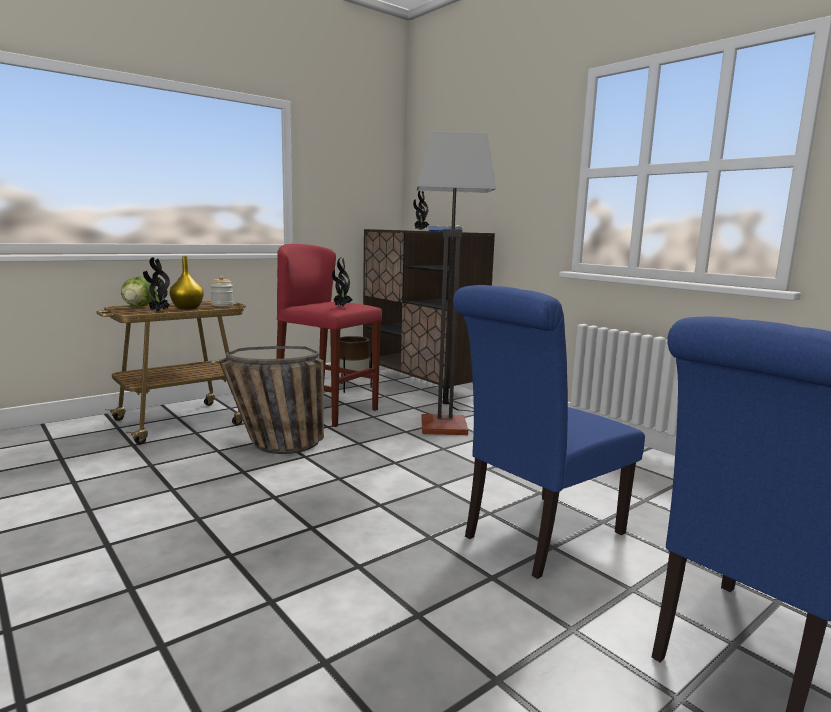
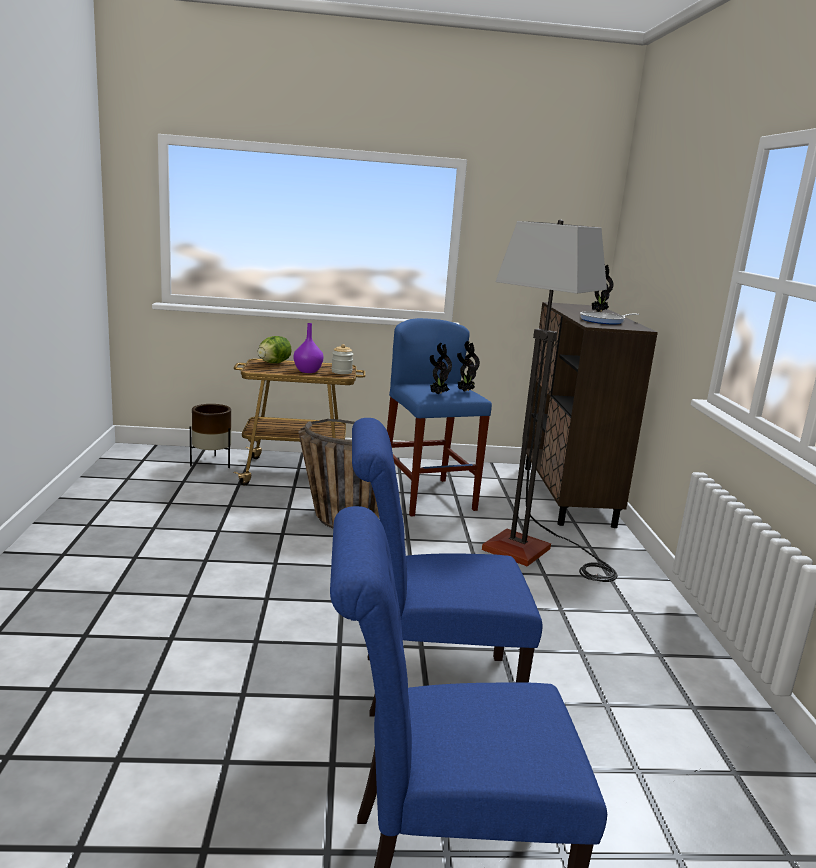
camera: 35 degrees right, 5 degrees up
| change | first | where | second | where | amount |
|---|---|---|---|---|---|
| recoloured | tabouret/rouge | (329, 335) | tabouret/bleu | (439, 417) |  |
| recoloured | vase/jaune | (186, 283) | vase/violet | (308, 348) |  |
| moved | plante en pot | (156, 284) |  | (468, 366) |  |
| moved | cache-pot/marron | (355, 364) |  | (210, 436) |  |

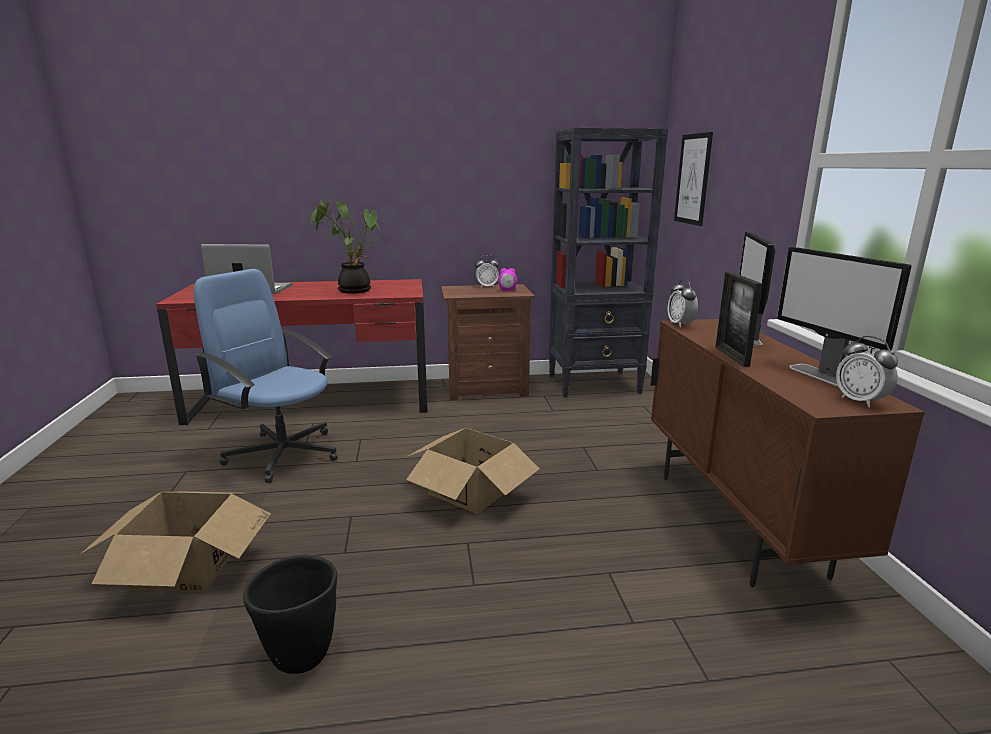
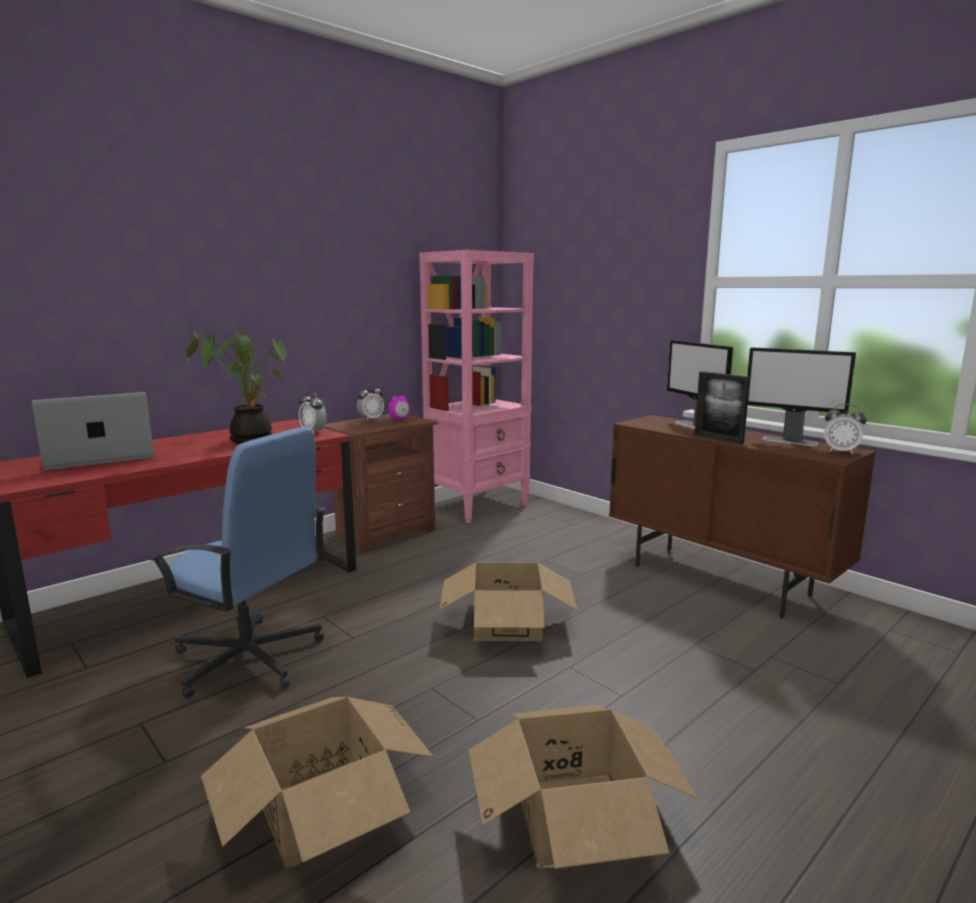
camera: 35 degrees left, 5 degrees down
| change | first | where | second | where | amount |
|---|---|---|---|---|---|
| recoloured | bibliothèque/noir | (608, 263) | bibliothèque/rose | (476, 386) |  |
| removed | tableau | (693, 179) |  |  |  |
| turned | chaise de bureau/bleu | (266, 376) |  | (237, 563) | 150 degrees counterclockwise |
| moved | réveil | (682, 303) |  | (313, 412) |  |
| replaced | cache-pot/noir | (290, 614) | carton | (584, 787) |  |

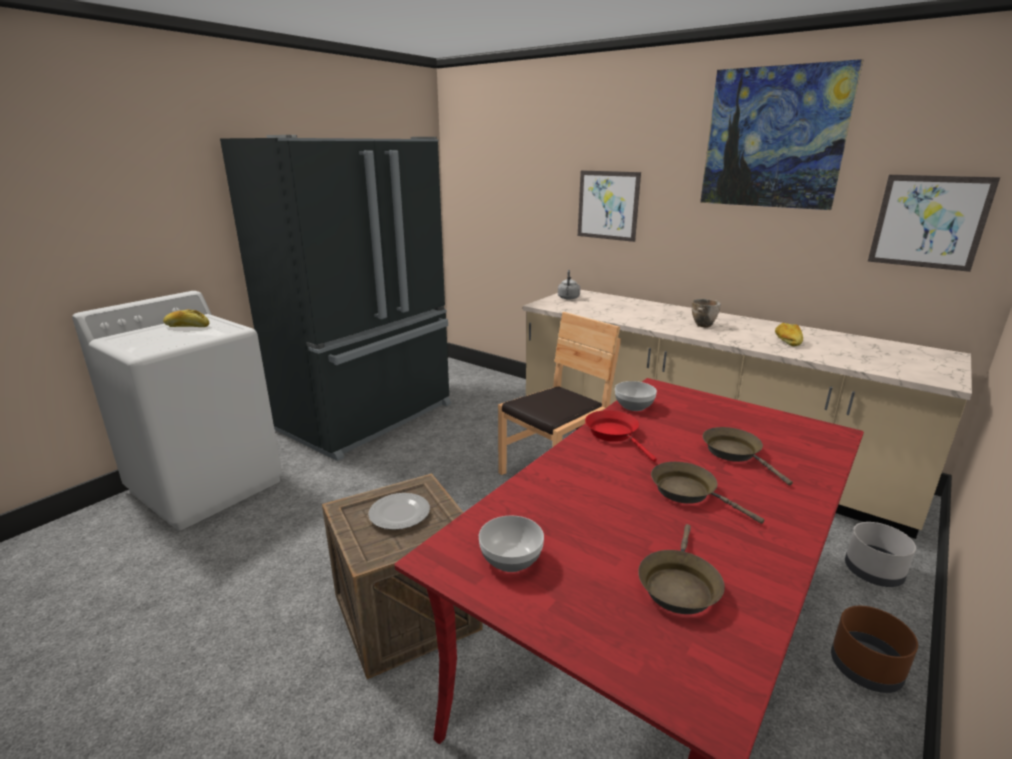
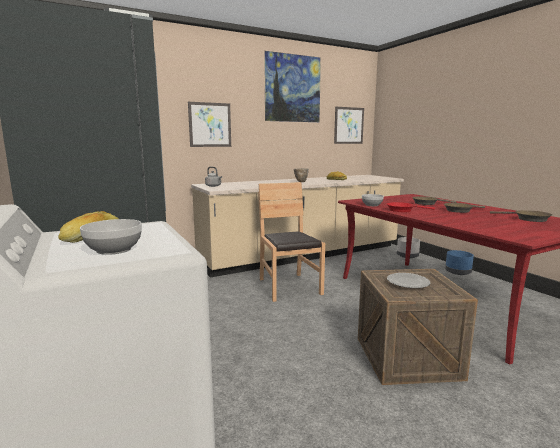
camera: 65 degrees left, 10 degrees down
| change | first | where | second | where | amount |
|---|---|---|---|---|---|
| moved | bol | (511, 543) |  | (111, 237) |  |
| recoloured | cache-pot/marron | (874, 649) | cache-pot/bleu | (459, 262) |  |

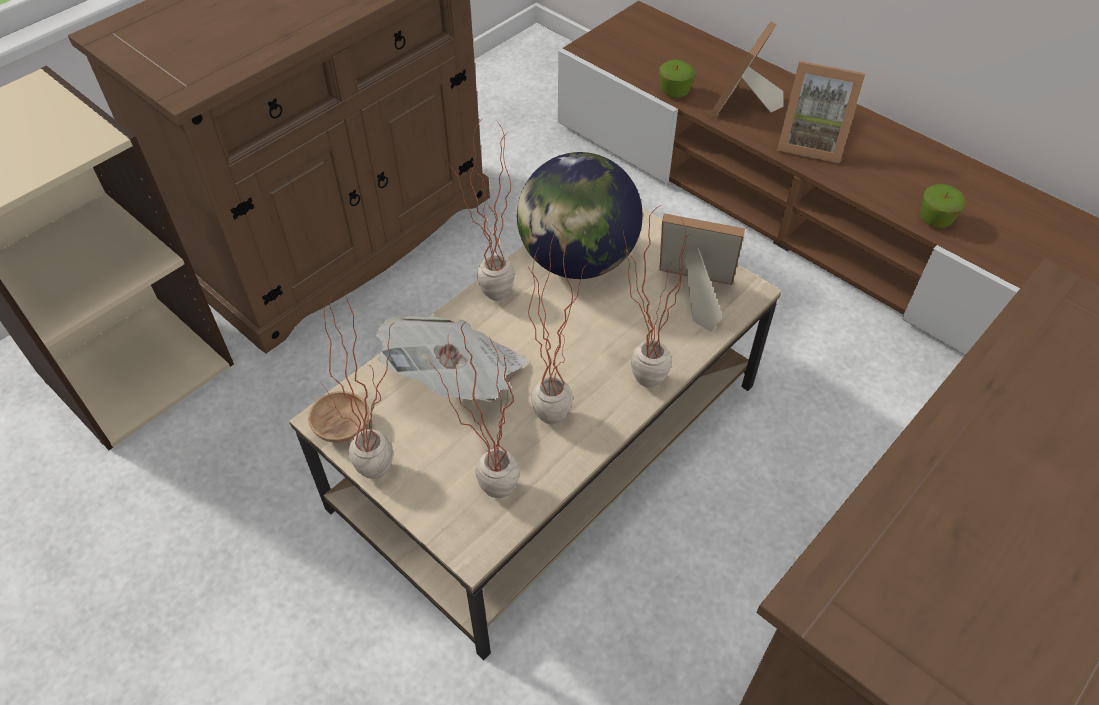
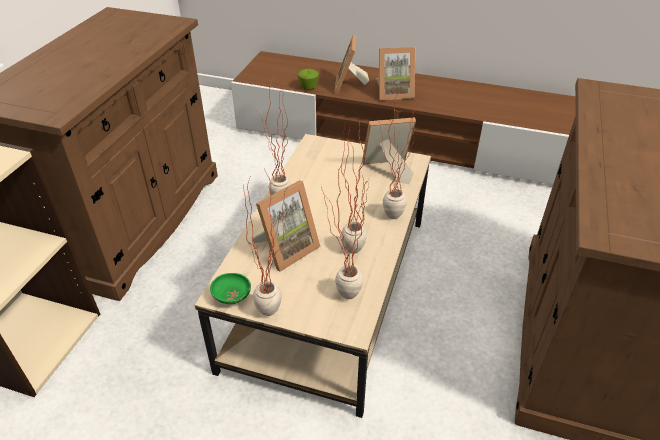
camera: 25 degrees left, 10 degrees down
| change | first | where | second | where | amount |
|---|---|---|---|---|---|
| removed | globe | (580, 215) |  |  |  |
| removed | pomme | (942, 206) |  |  |  |
| replaced | journal | (452, 359) | cadre photo | (287, 226) |  |
| recoloured | bol/marron | (338, 417) | bol/vert | (230, 288) |  |

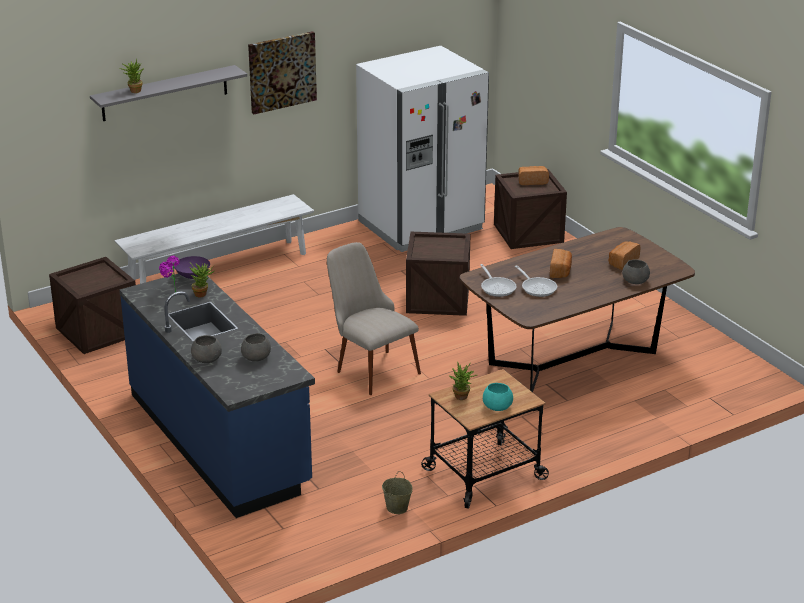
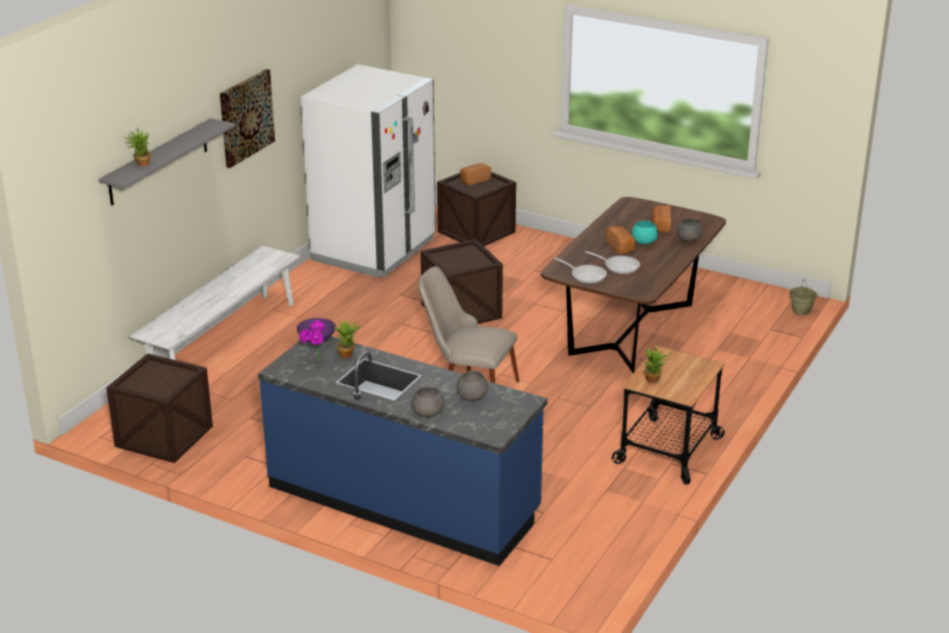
camera: 30 degrees left, 0 degrees up
| change | first | where | second | where | amount |
|---|---|---|---|---|---|
| moved | bol/turquoise | (498, 397) |  | (645, 232) |  |
| moved | seau/beige | (397, 492) |  | (804, 297) |  |

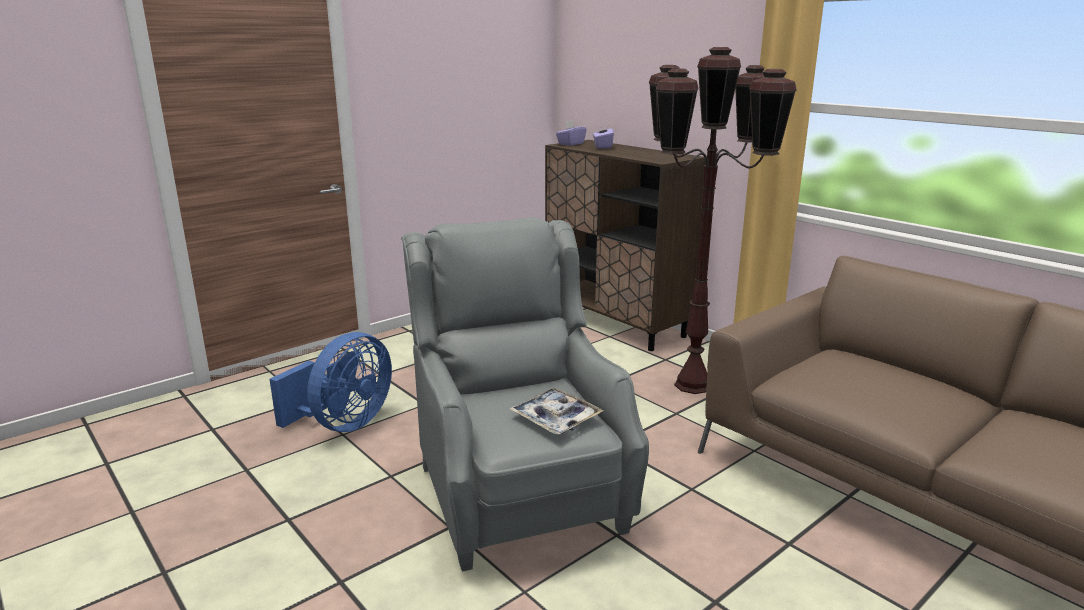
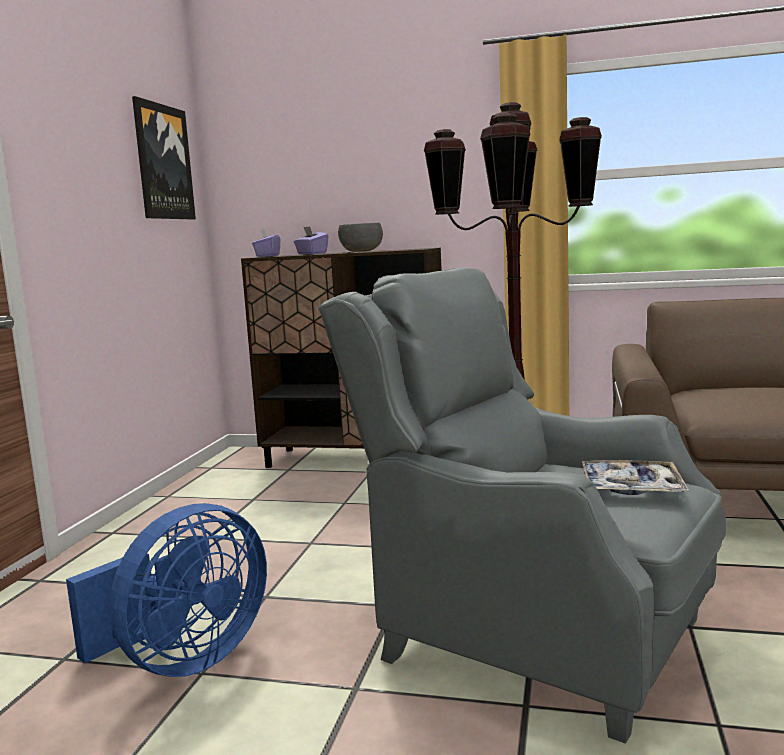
camera: 35 degrees left, 10 degrees down
| change | first | where | second | where | amount |
|---|---|---|---|---|---|
| turned | ventilateur/bleu | (331, 382) |  | (166, 590) | 45 degrees clockwise |
| added |  |  | tableau | (164, 158) |  |
| added |  |  | bol/gris | (360, 237) |  |

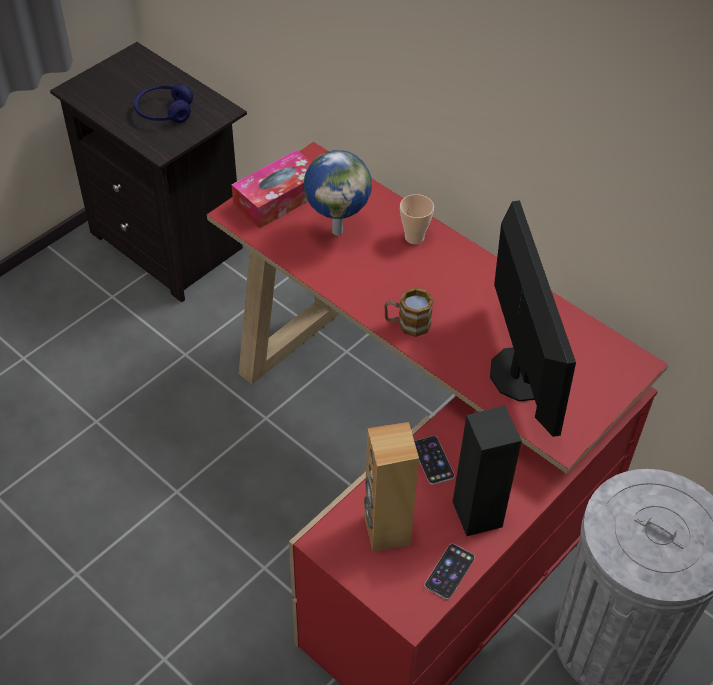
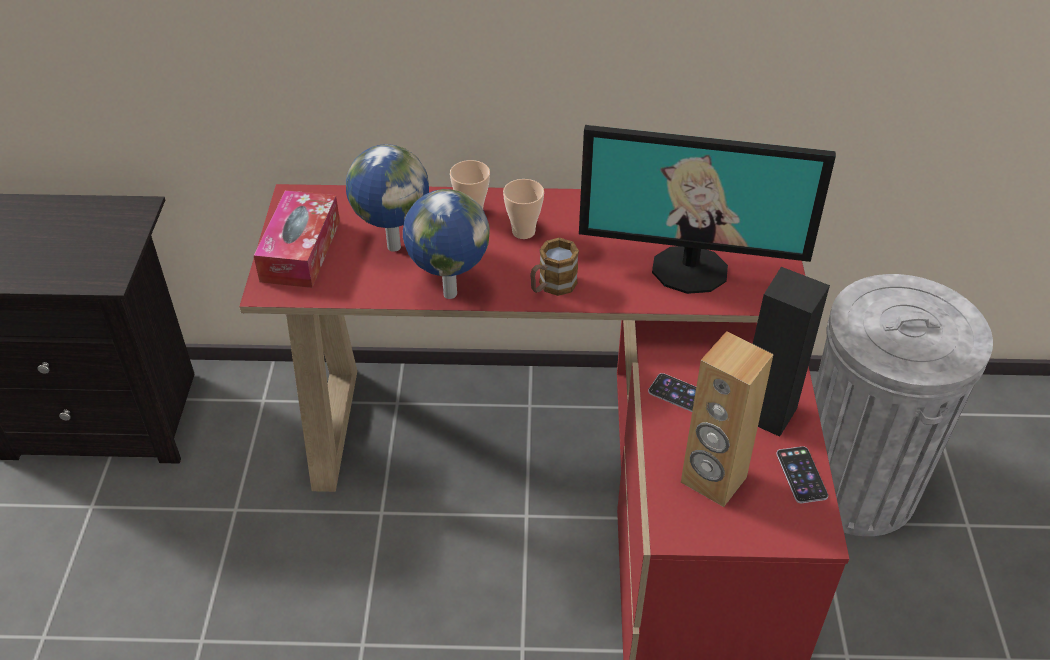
camera: 40 degrees left, 5 degrees down
| change | first | where | second | where | amount |
|---|---|---|---|---|---|
| removed | casque audio/bleu | (163, 103) |  |  |  |
| turned | écran d'ordinateur | (533, 318) |  | (707, 209) | 150 degrees clockwise |
| added |  |  | tasse | (523, 209) |  |
| added |  |  | globe | (446, 244) |  |

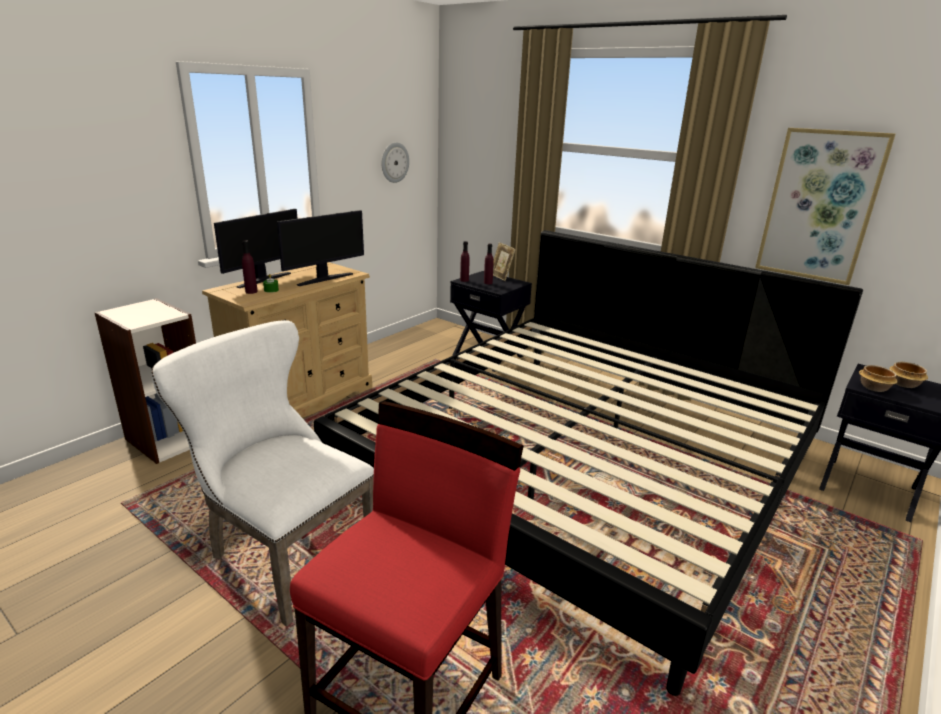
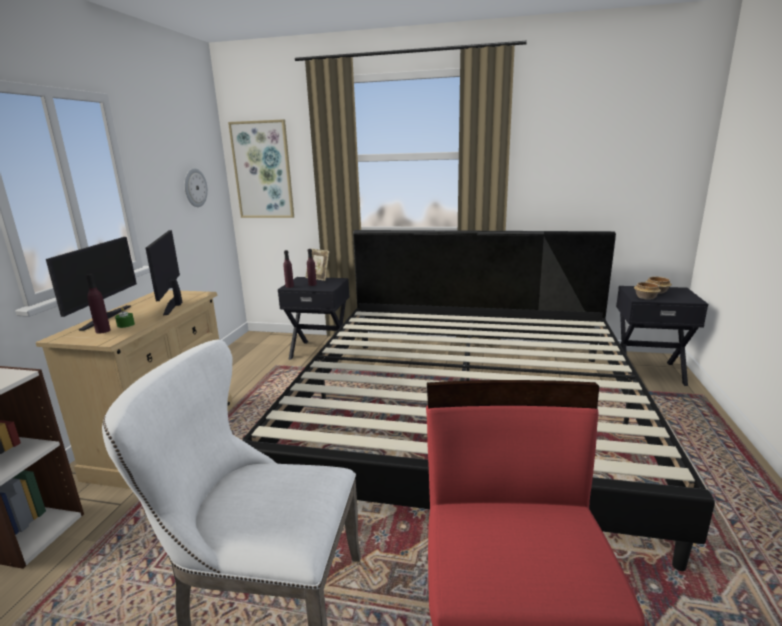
camera: 25 degrees left, 5 degrees down
| change | first | where | second | where | amount |
|---|---|---|---|---|---|
| moved | tableau | (825, 206) |  | (261, 168) |  |
| turned | écran d'ordinateur | (320, 248) |  | (164, 272) | 150 degrees clockwise |

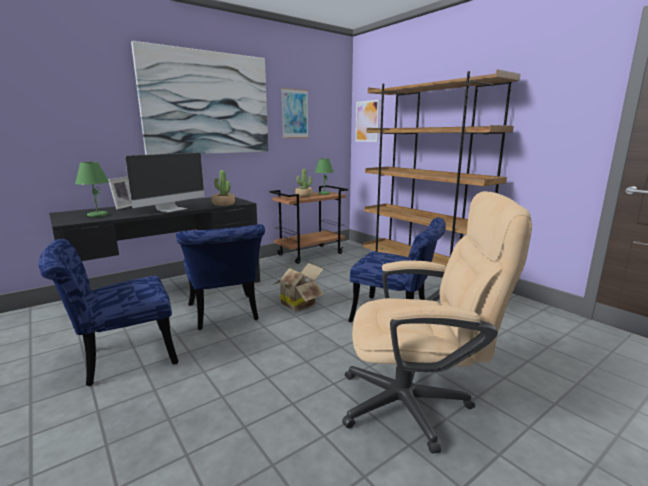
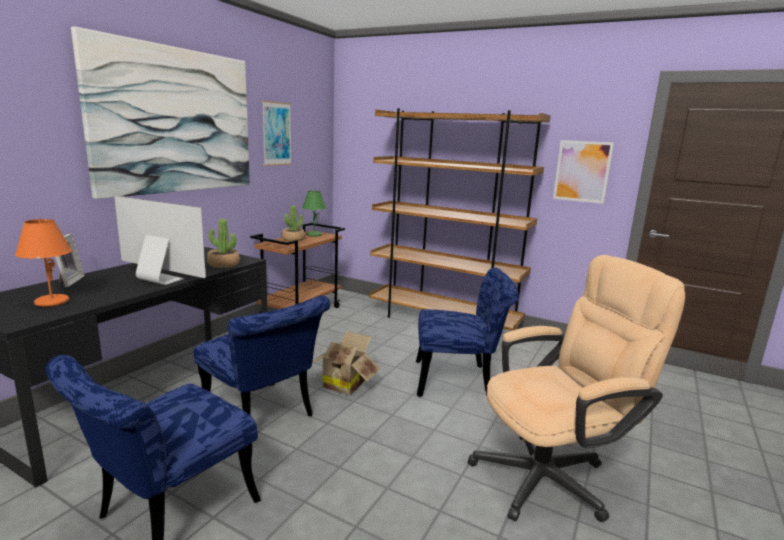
camera: 25 degrees left, 0 degrees up
| change | first | where | second | where | amount |
|---|---|---|---|---|---|
| moved | tableau | (367, 121) |  | (583, 172) |  |
| turned | écran d'ordinateur | (165, 182) |  | (160, 240) | 75 degrees counterclockwise |
| recoloured | lampe de table/vert | (92, 189) | lampe de table/orange | (43, 263) |  |

